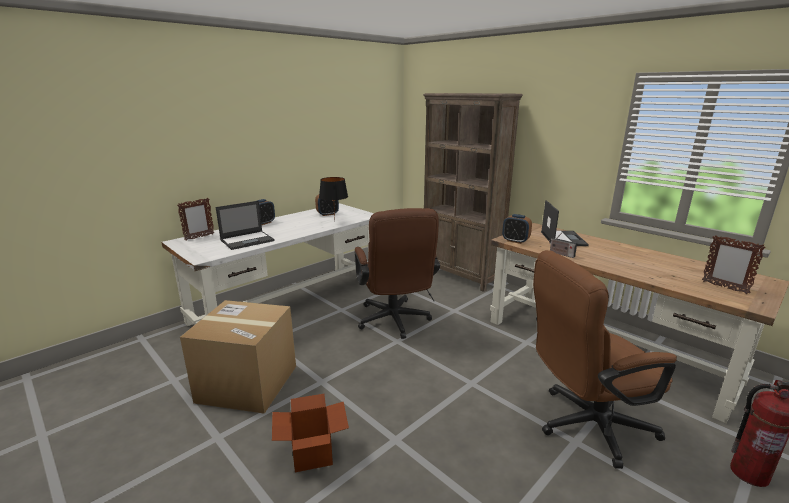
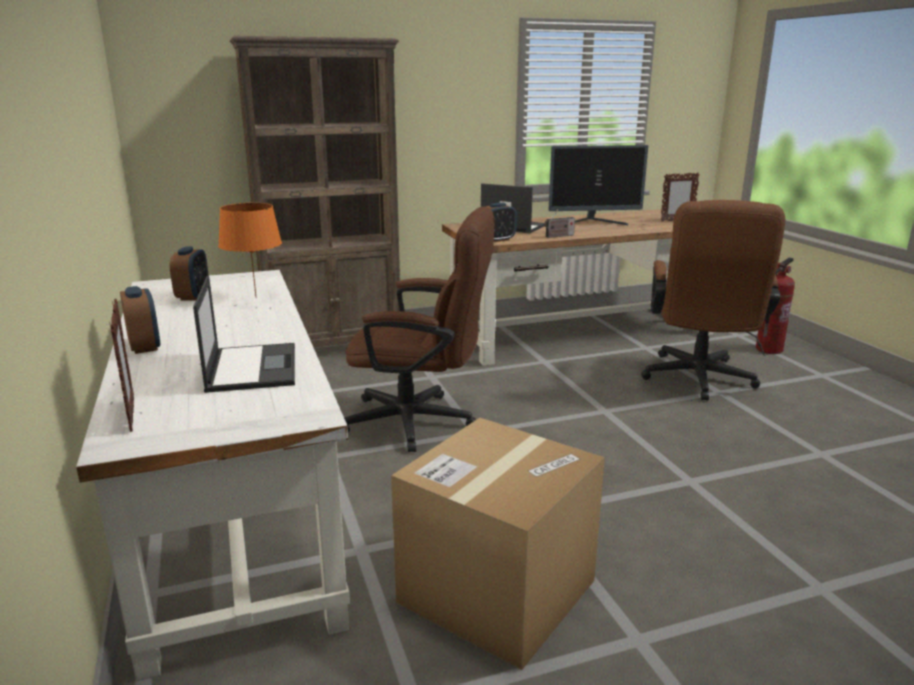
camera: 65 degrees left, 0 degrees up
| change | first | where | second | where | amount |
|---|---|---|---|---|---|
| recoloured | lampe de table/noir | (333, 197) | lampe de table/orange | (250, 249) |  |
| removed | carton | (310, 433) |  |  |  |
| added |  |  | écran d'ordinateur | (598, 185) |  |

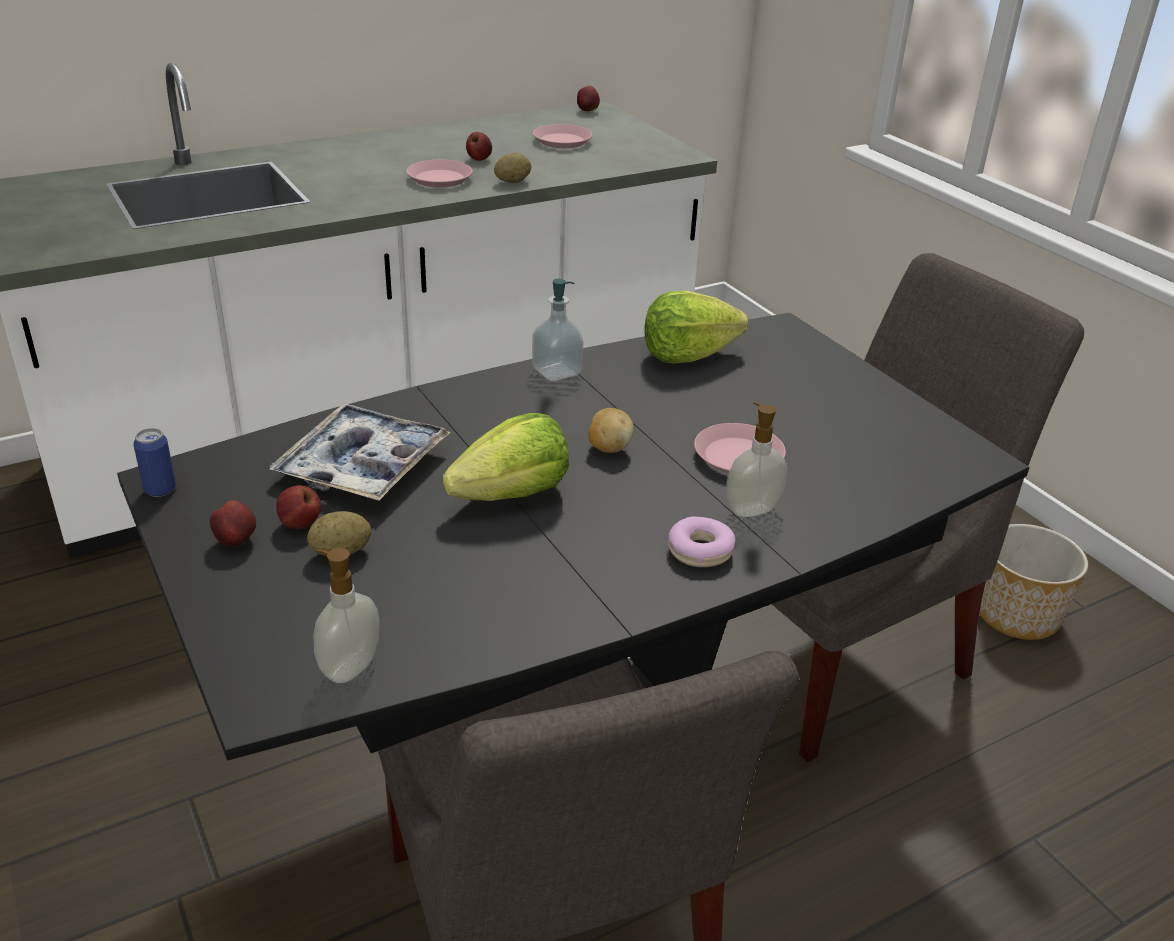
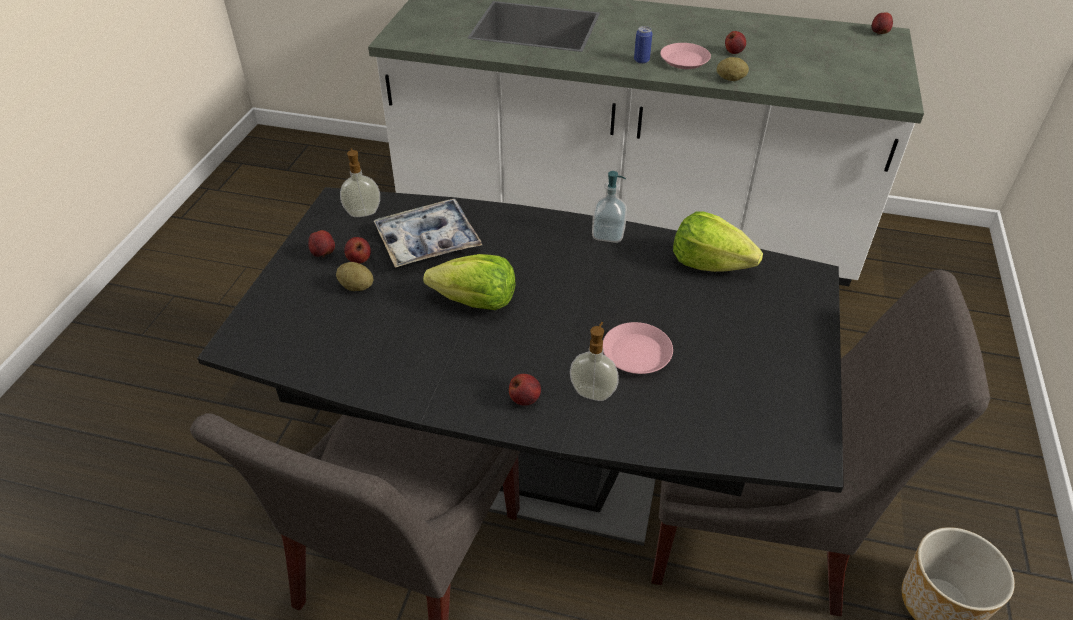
camera: 45 degrees right, 10 degrees up
| change | first | where | second | where | amount |
|---|---|---|---|---|---|
| removed | assiette/rose | (562, 136) |  |  |  |
| removed | pomme de terre | (611, 430) |  |  |  |
| moved | boîte métallique | (154, 462) |  | (643, 45) |  |
| replaced | beignet | (701, 542) | pomme | (525, 390) |  |
| moved | distributeur de savon | (346, 615) |  | (360, 182) |  |

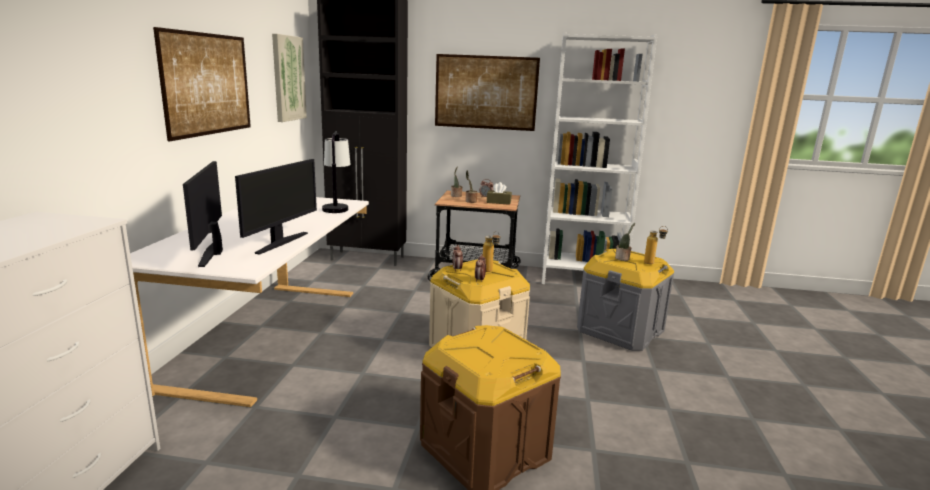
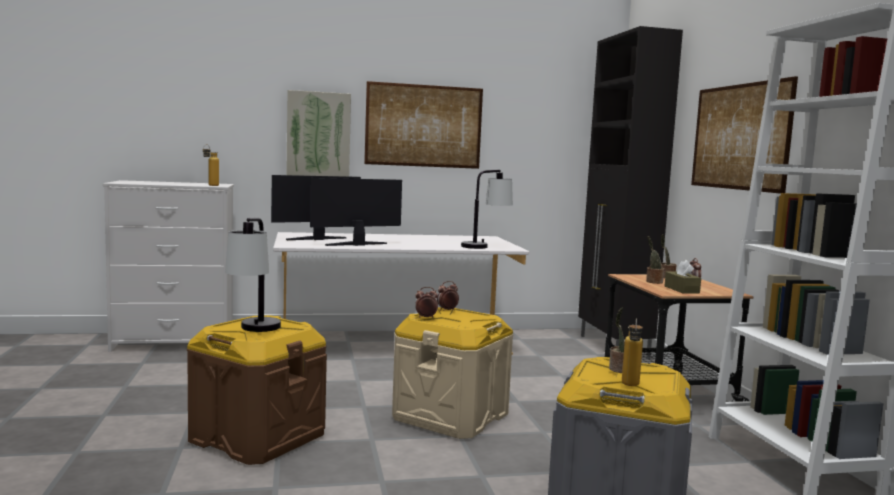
camera: 70 degrees right, 10 degrees down
| change | first | where | second | where | amount |
|---|---|---|---|---|---|
| moved | tableau | (289, 78) |  | (318, 133) |  |
| turned | écran d'ordinateur | (276, 207) |  | (356, 212) | 150 degrees clockwise |
| moved | bouteille | (491, 251) |  | (211, 165) |  |
| added |  |  | lampe de table | (253, 274) |  |

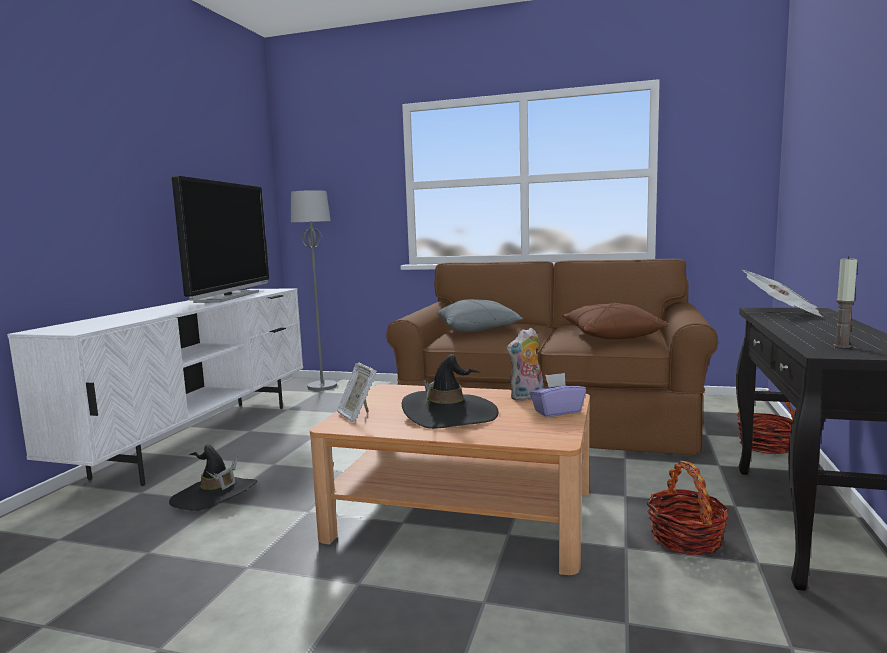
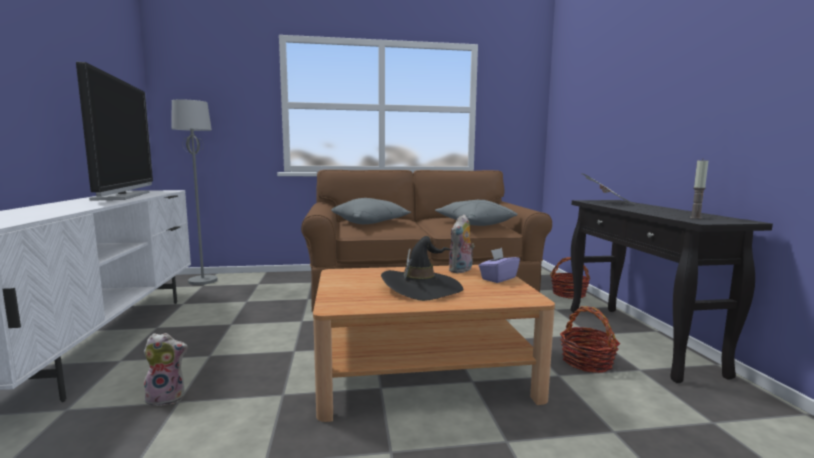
camera: 25 degrees left, 0 degrees up
| change | first | where | second | where | amount |
|---|---|---|---|---|---|
| recoloured | coussin/marron | (615, 321) | coussin/gris | (476, 212) |  |
| removed | cadre photo | (357, 393) |  |  |  |
| replaced | chapeau/noir | (213, 477) | peluche | (166, 369) |  |

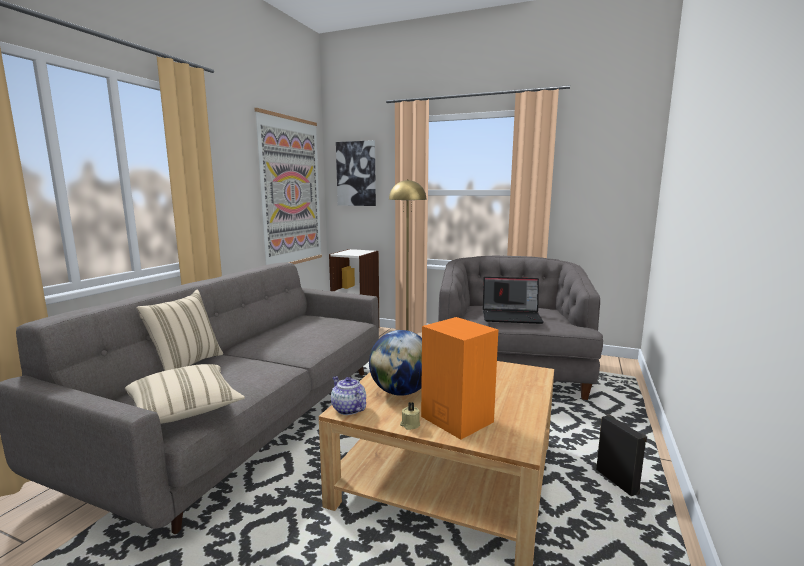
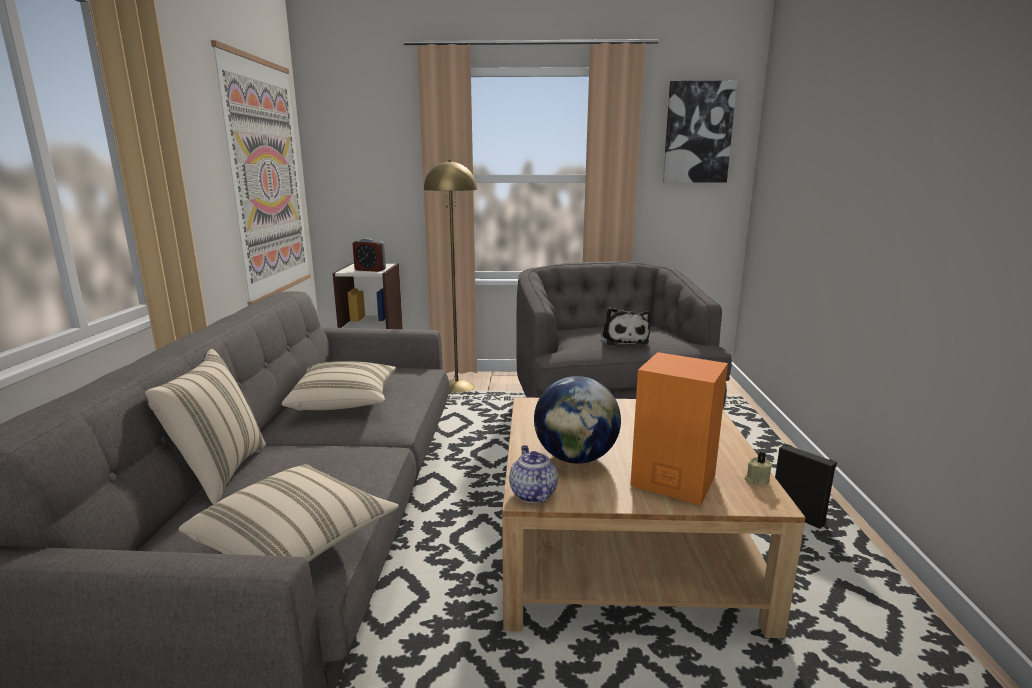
camera: 20 degrees left, 5 degrees up
| change | first | where | second | where | amount |
|---|---|---|---|---|---|
| moved | tableau | (356, 173) |  | (700, 131) |  |
| replaced | ordinateur portable | (513, 300) | peluche | (626, 326) |  |
| turned | théière | (348, 395) |  | (533, 474) | 45 degrees clockwise |
| moved | bougie/beige | (410, 416) |  | (758, 469) |  |
| added |  |  | réveil | (369, 255) |  |
| added |  |  | coussin/beige | (339, 386) |  |

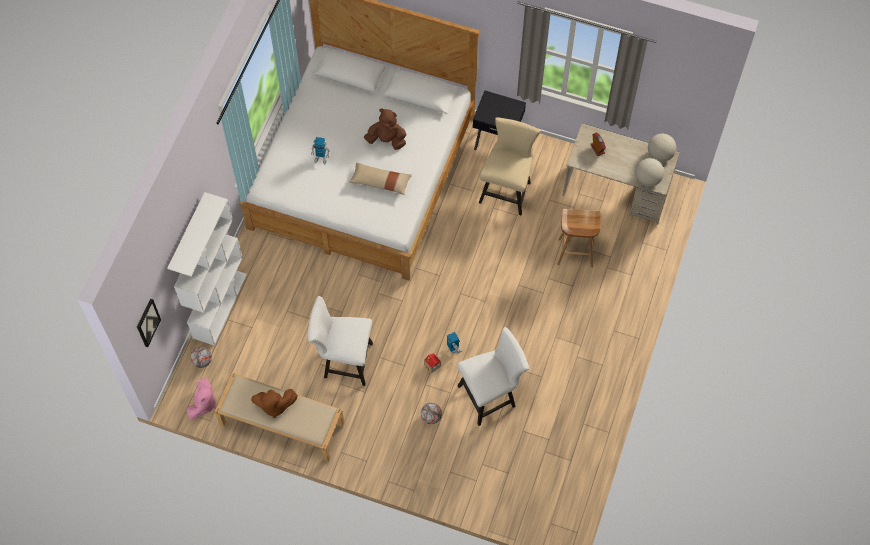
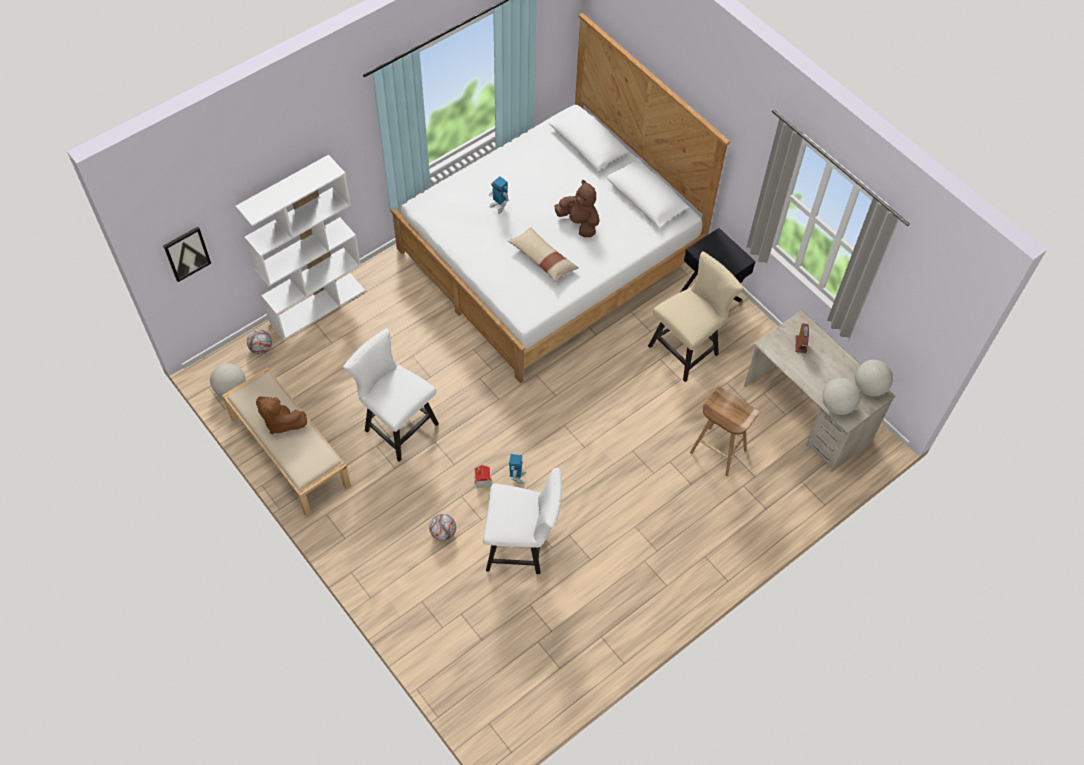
camera: 30 degrees right, 5 degrees down
| change | first | where | second | where | amount |
|---|---|---|---|---|---|
| replaced | peluche/rose | (201, 399) | globe | (228, 380) |  |

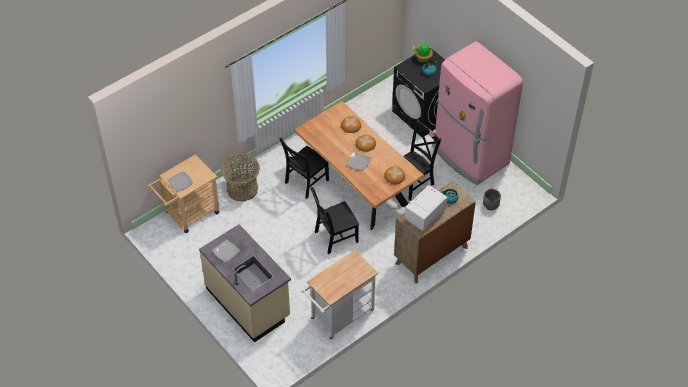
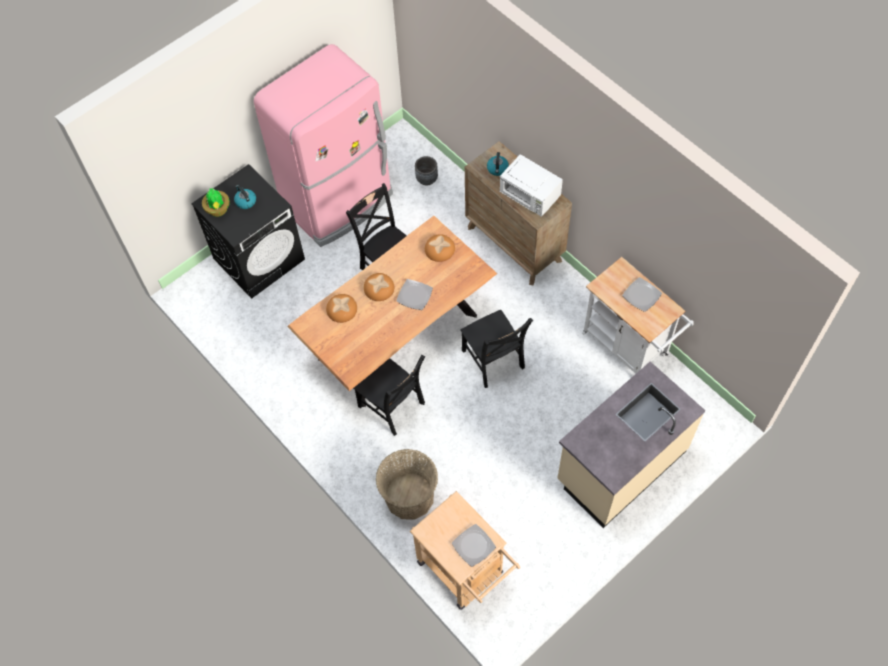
camera: 90 degrees left, 10 degrees up
| change | first | where | second | where | amount |
|---|---|---|---|---|---|
| moved | assiette | (226, 251) |  | (642, 294) |  |

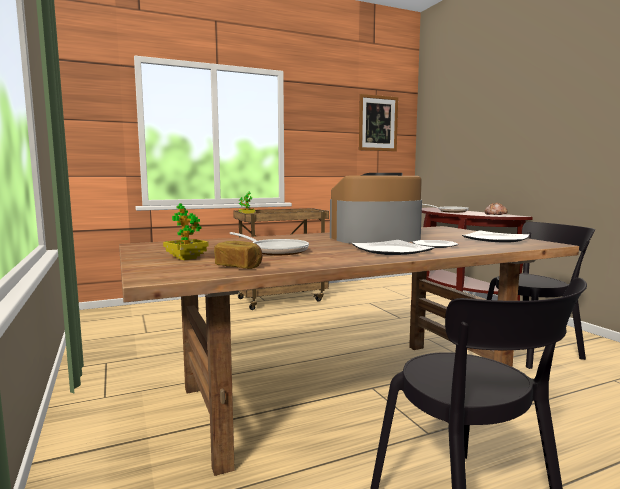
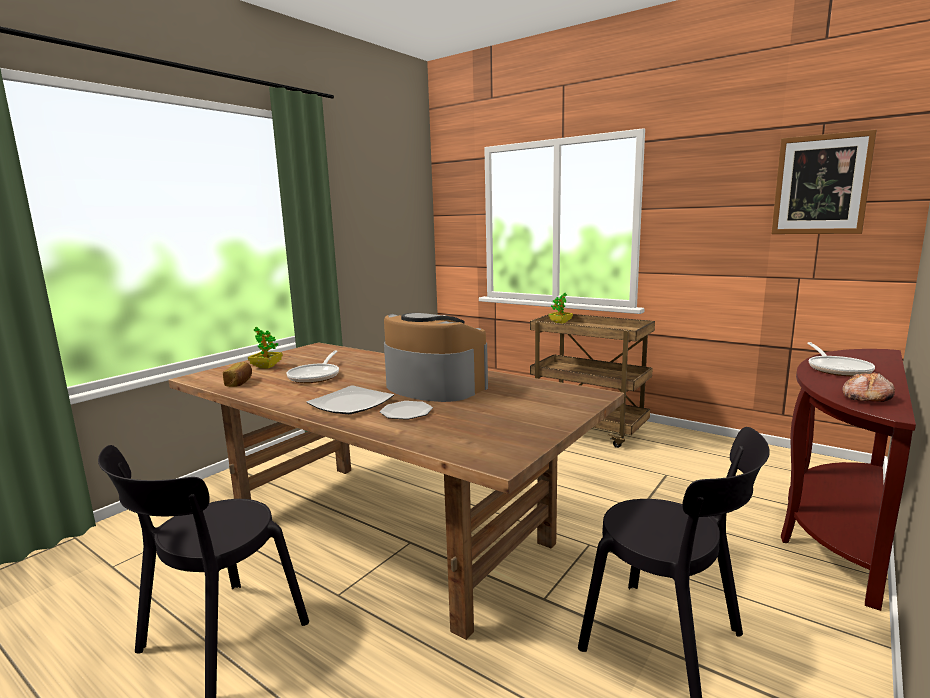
camera: 60 degrees right, 5 degrees up
| change | first | where | second | where | amount |
|---|---|---|---|---|---|
| removed | assiette | (496, 237) |  |  |  |

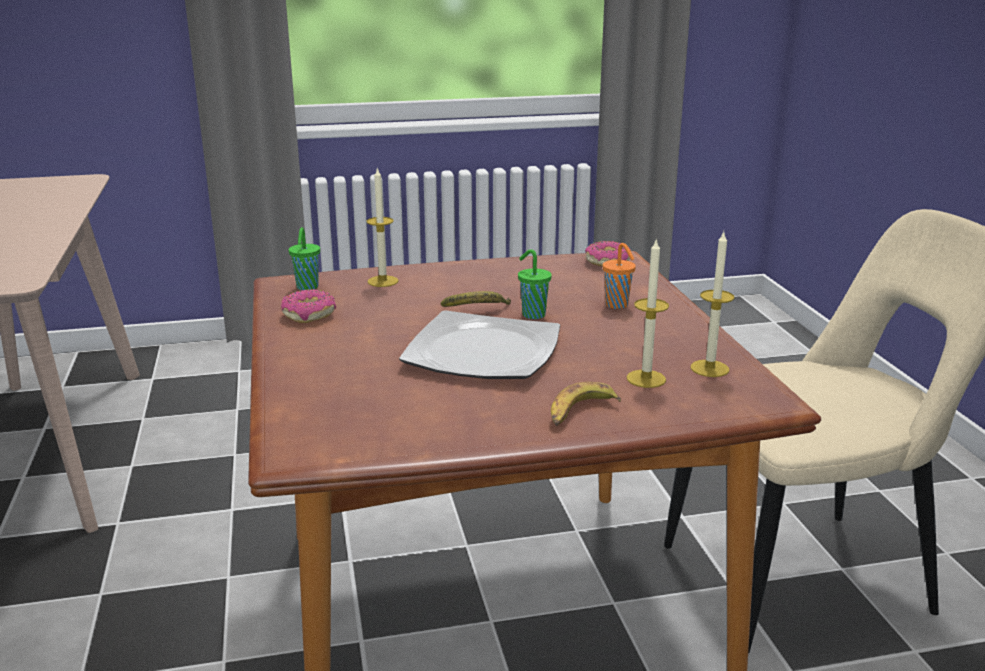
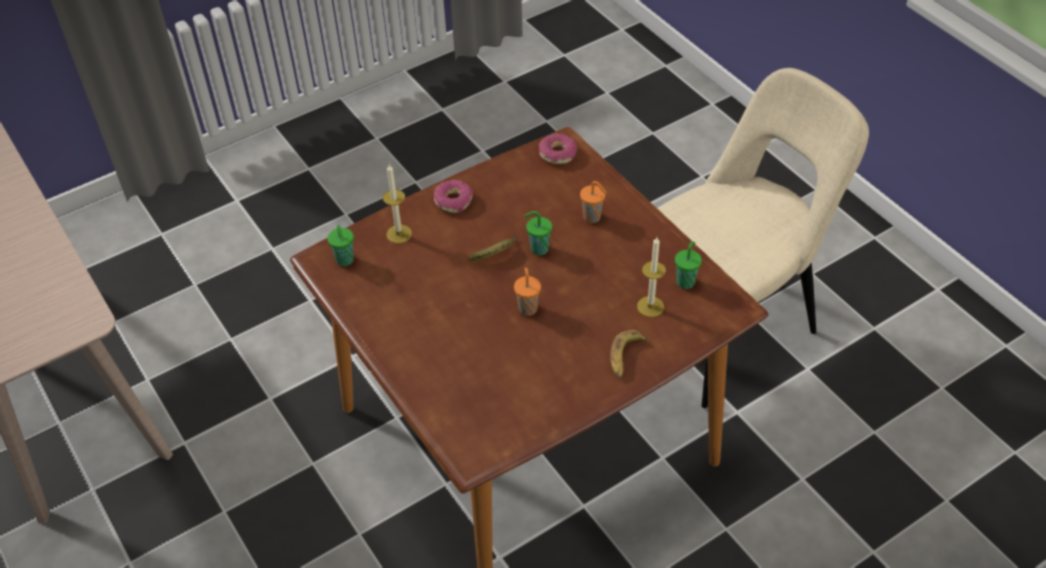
camera: 20 degrees left, 25 degrees up
| change | first | where | second | where | amount |
|---|---|---|---|---|---|
| replaced | bougie | (712, 304) | tasse/vert | (688, 265) |  |
| moved | beignet | (308, 306) |  | (453, 196) |  |
| replaced | assiette | (479, 344) | tasse/orange | (527, 292) |  |

